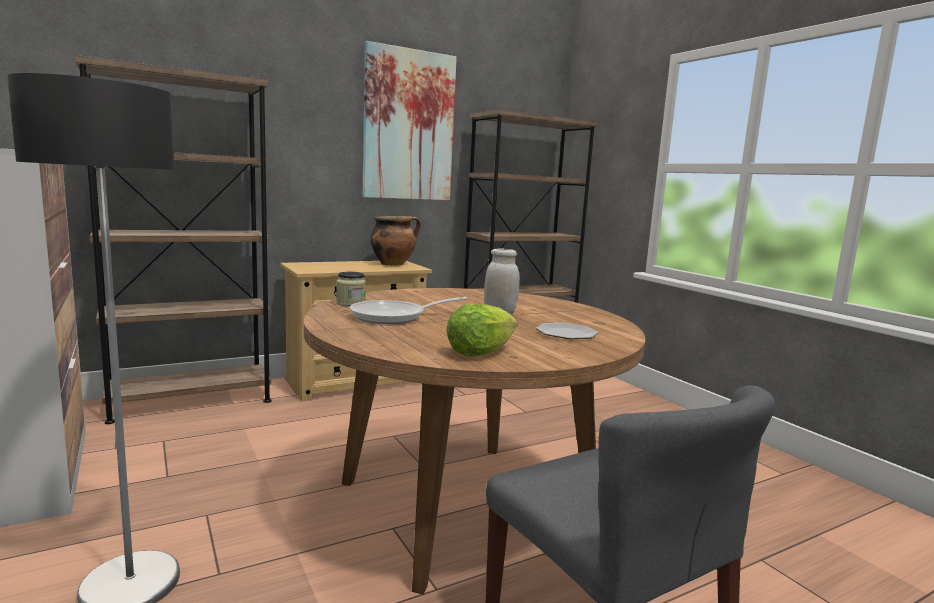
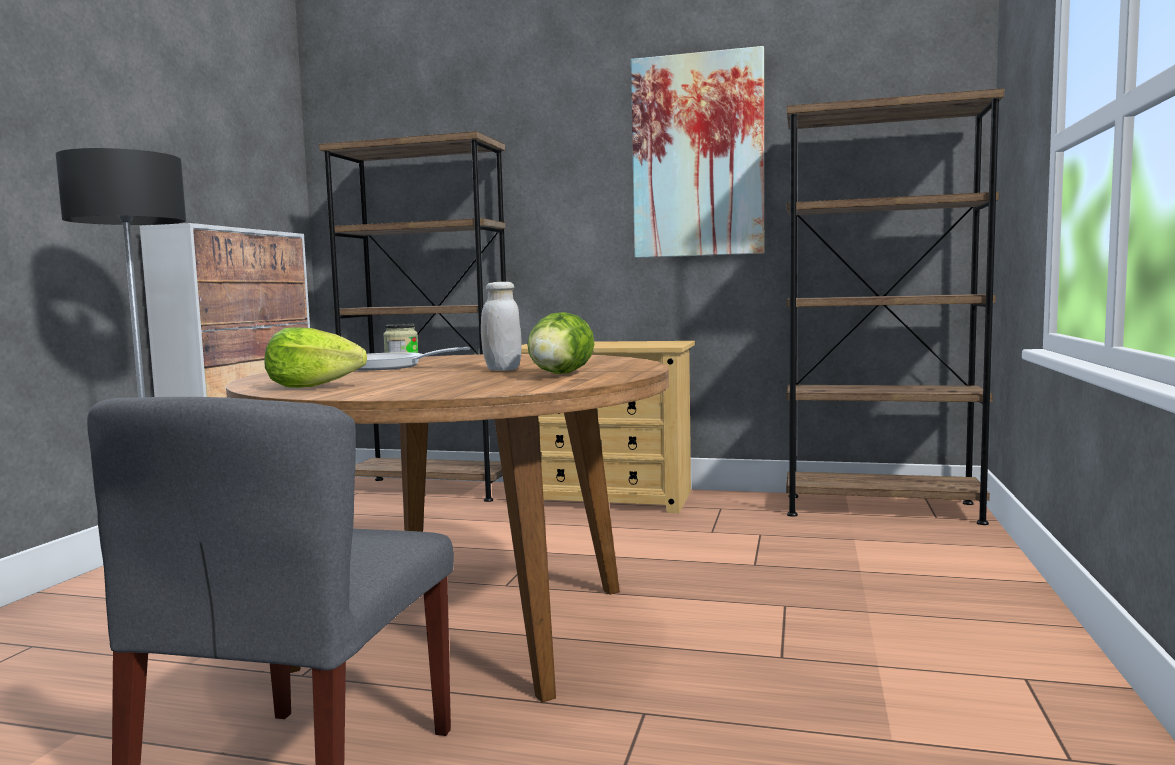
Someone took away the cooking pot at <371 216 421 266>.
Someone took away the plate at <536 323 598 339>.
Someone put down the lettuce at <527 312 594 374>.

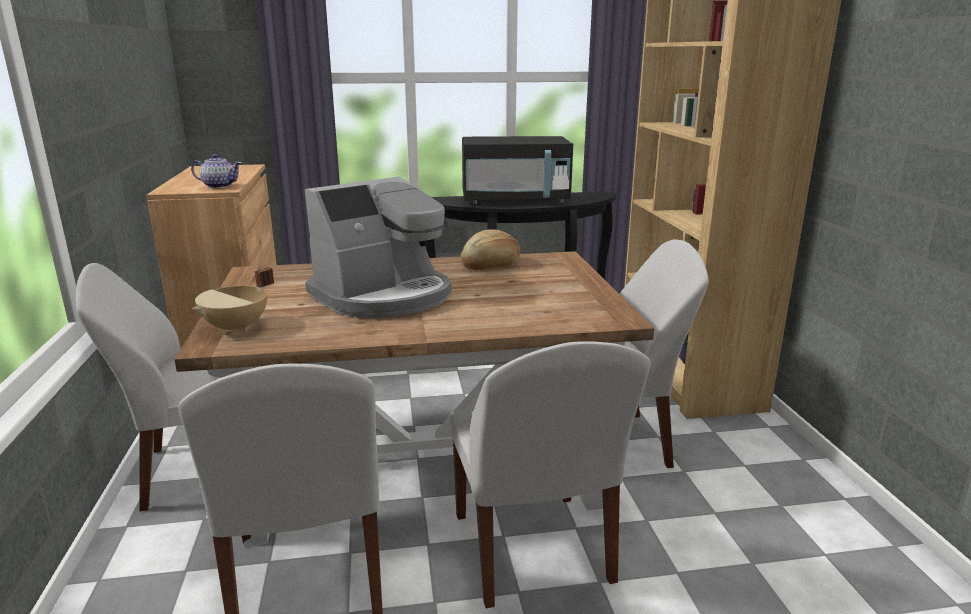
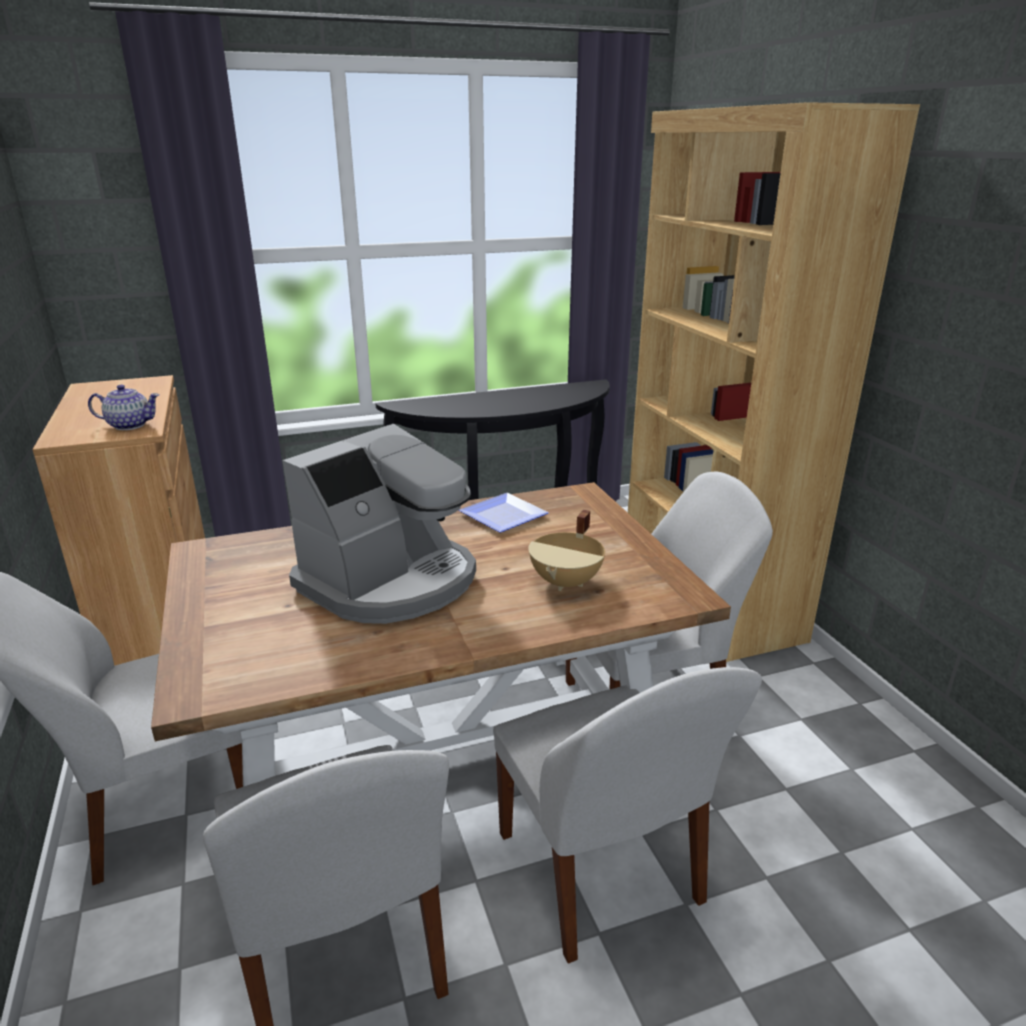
Someone took away the microwave (black) at <462 136 573 204>.
Someone carried the cooking pot (beige) from <192 267 274 333> to <528 510 605 591>.
Someone swapped the bread at <460 229 520 270> for the plate at <459 493 549 533>.

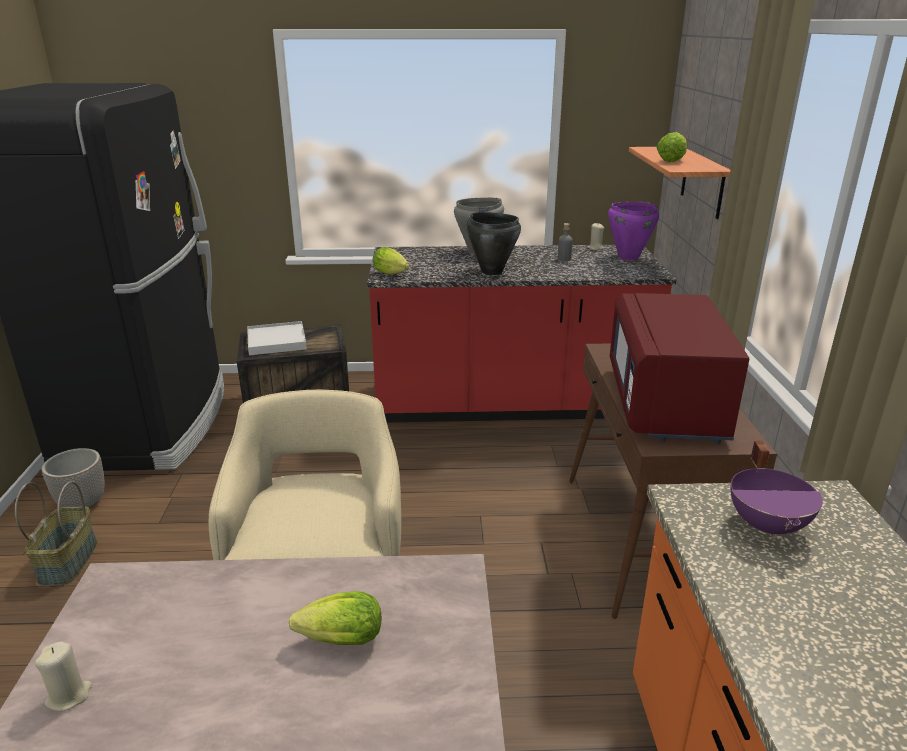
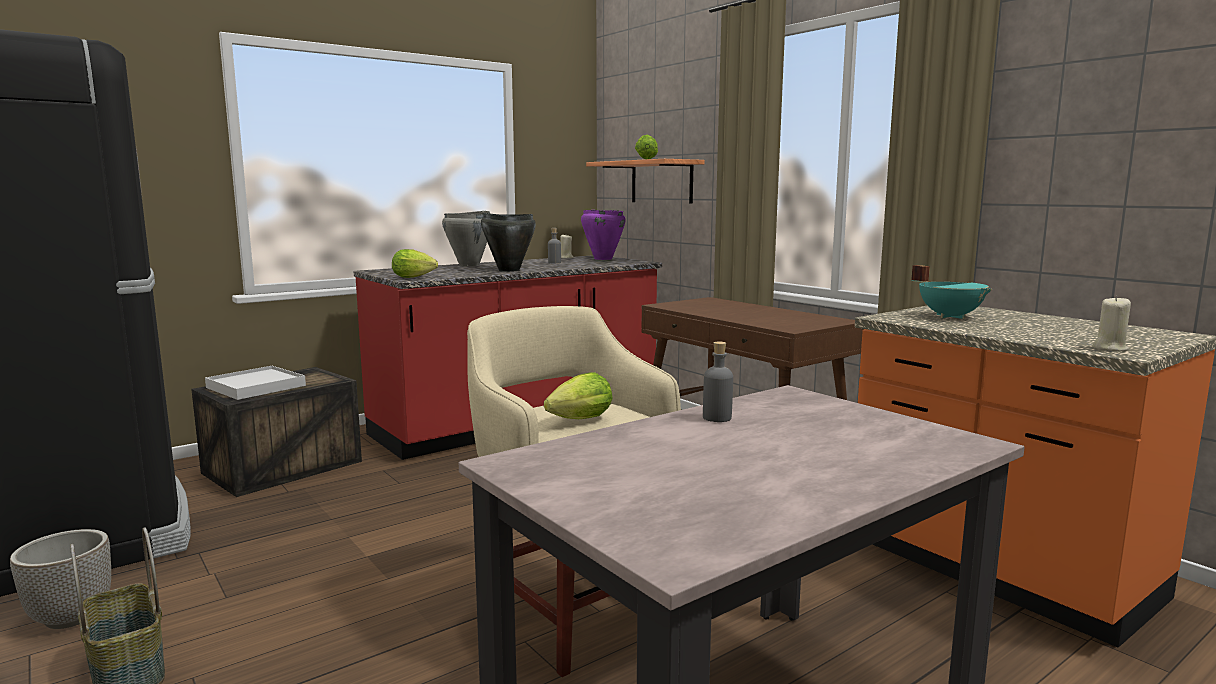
Someone took away the microwave (red) at <610 293 749 444>.
Someone put down the bottle (grey) at <703 342 733 422>.
Someone carried the candle (beige) from <35 642 92 711> to <1092 296 1131 351>.
Someone carried the lettuce from <289 591 381 645> to <544 372 613 419>.
Someone repainted the cooking pot (purple) at <731 441 823 538>, which became the cooking pot (turquoise) at <911 265 992 319>.

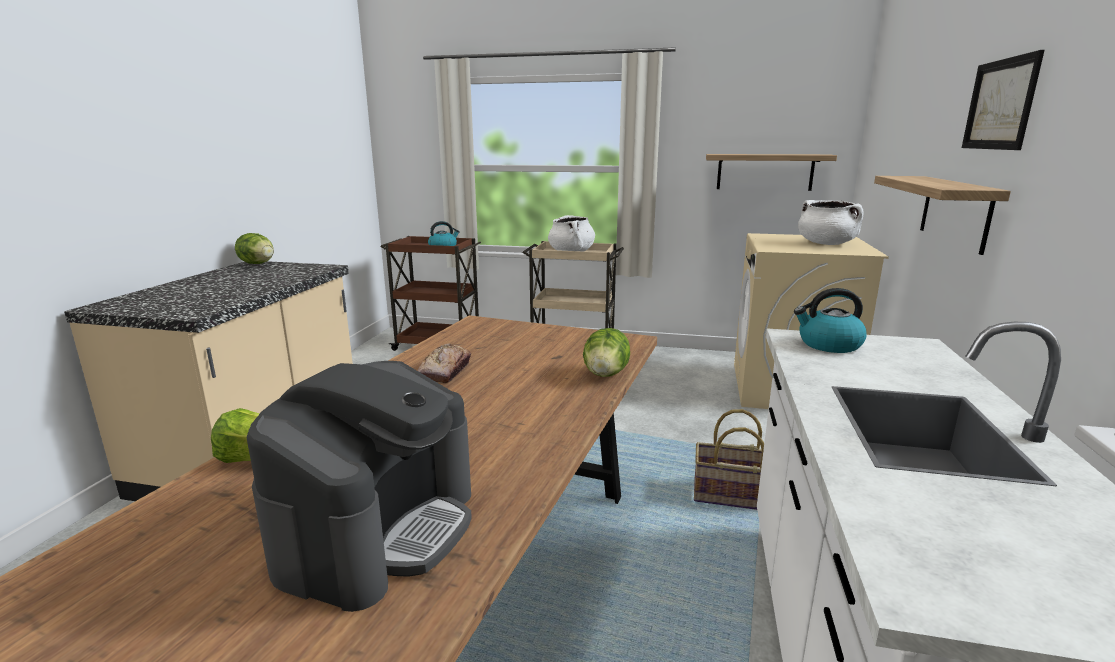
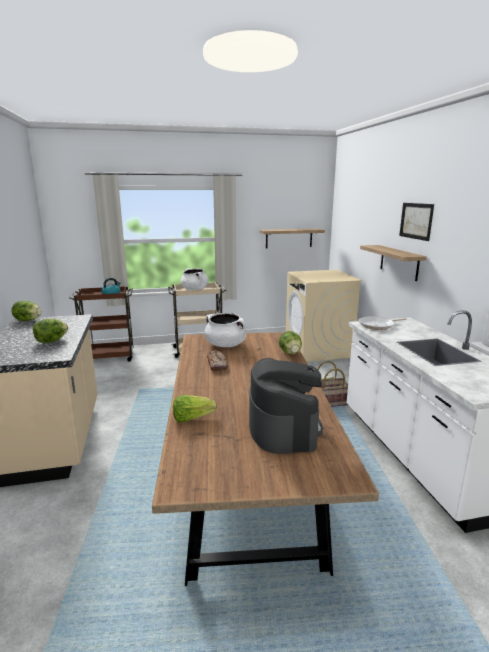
Someone put down the lettuce at <33 319 68 343>.
Someone carried the cooking pot (white) from <798 200 863 245> to <204 313 246 347>.
Someone swapped the kettle at <794 288 867 353> for the frying pan at <358 316 407 330>.

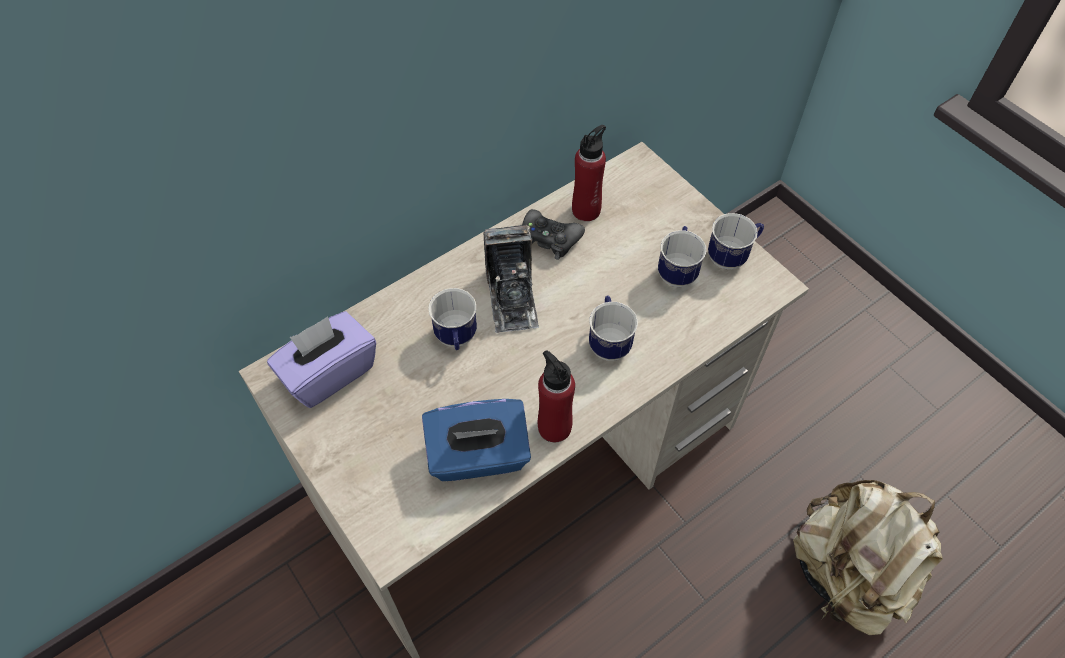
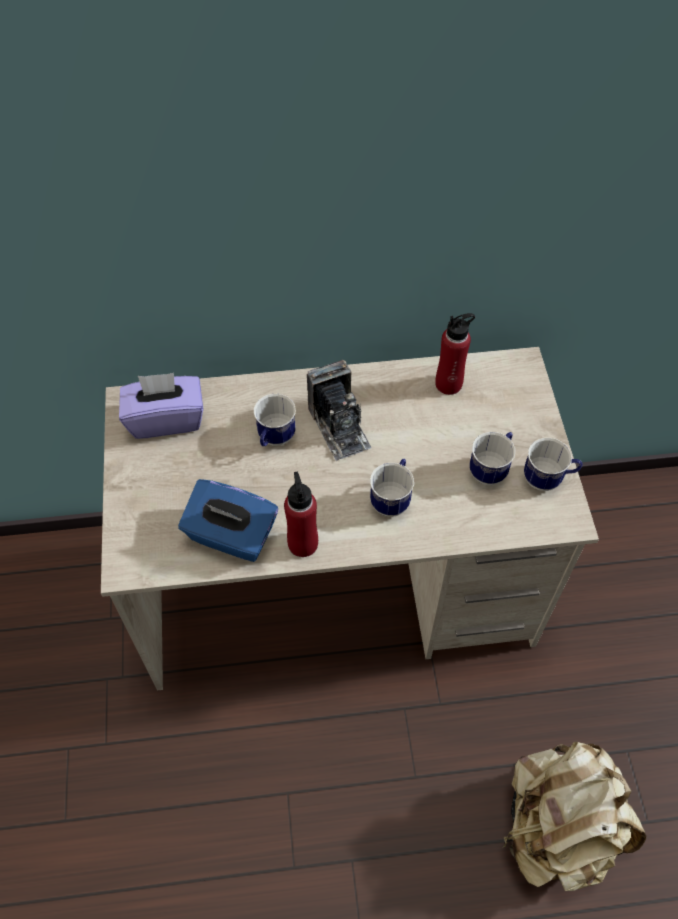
Someone took away the game controller (black) at <522 209 585 260>.
Someone rotated the photo camera at <483 225 539 334> by 45 degrees counterclockwise.

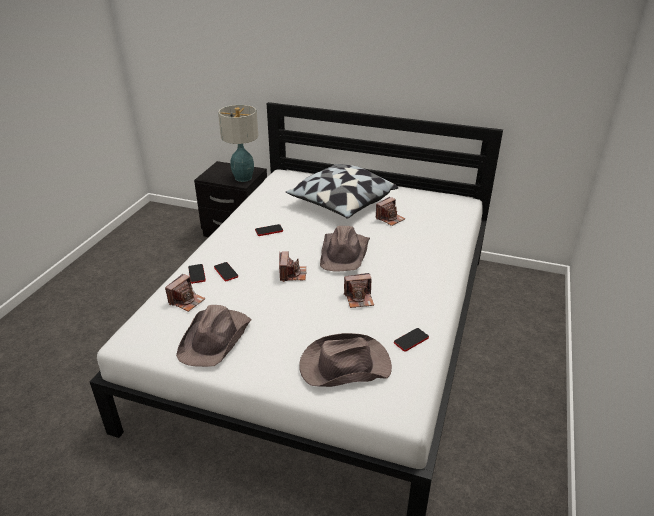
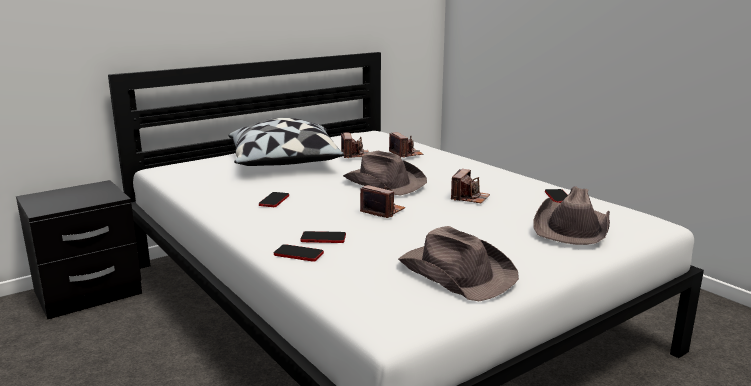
Someone took away the table lamp at <218 105 258 182>.
Someone carried the photo camera from <165 274 206 312> to <389 132 423 158>.

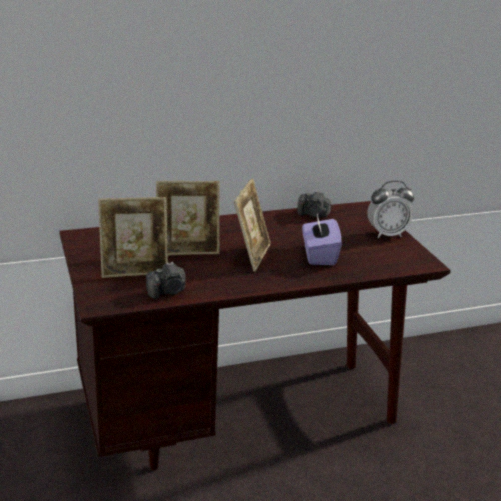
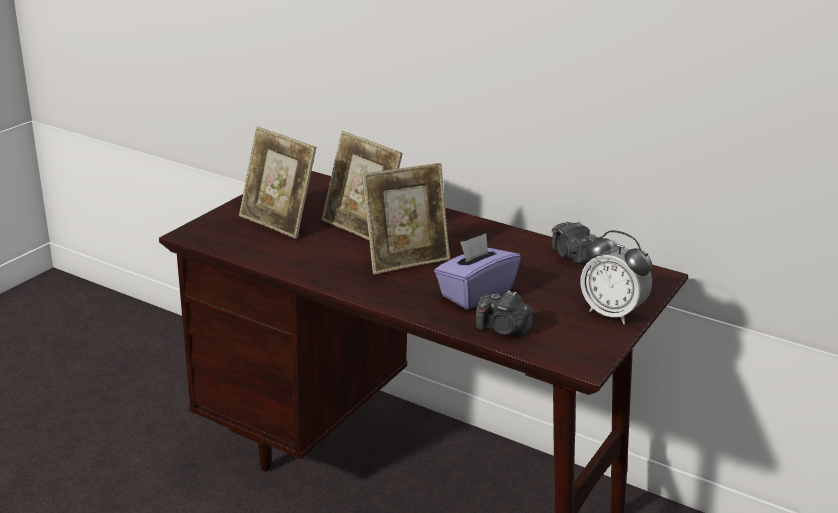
Someone carried the photo camera from <146 262 186 299> to <476 290 533 336>.

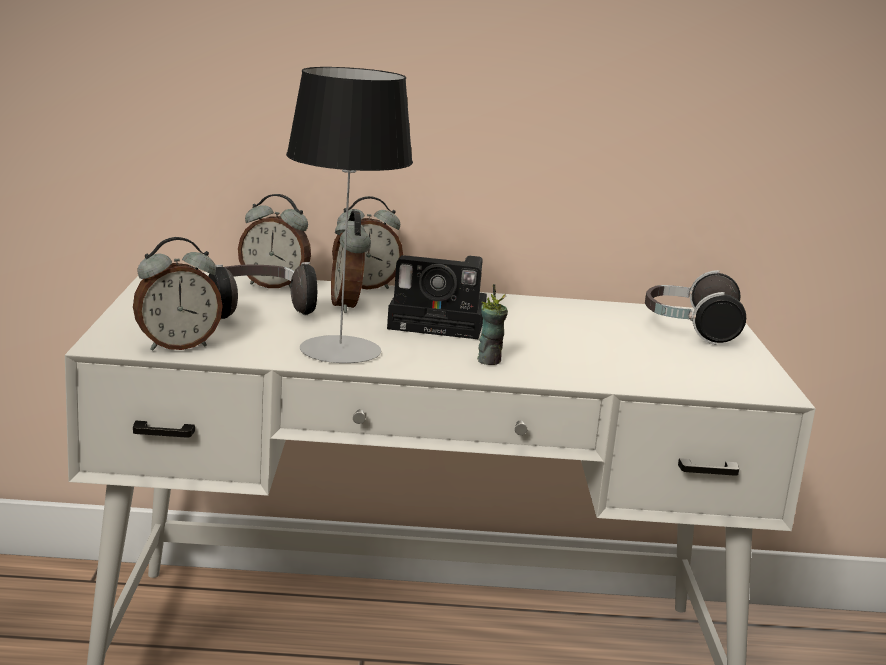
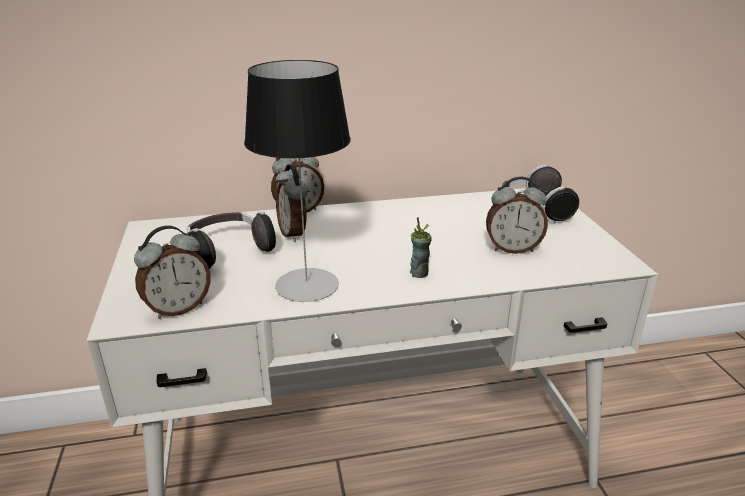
Someone took away the photo camera at <387 255 487 339>.
Someone carried the alarm clock from <238 194 311 288> to <486 176 548 254>.

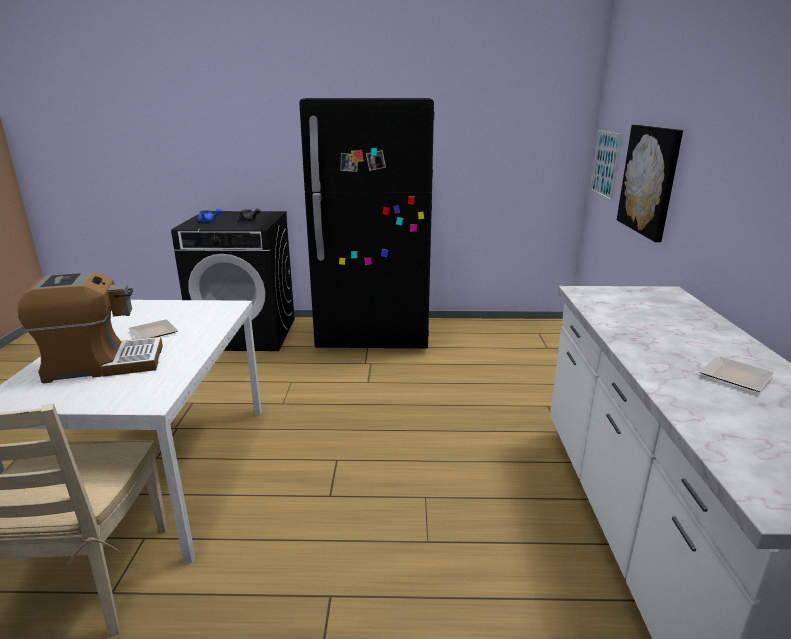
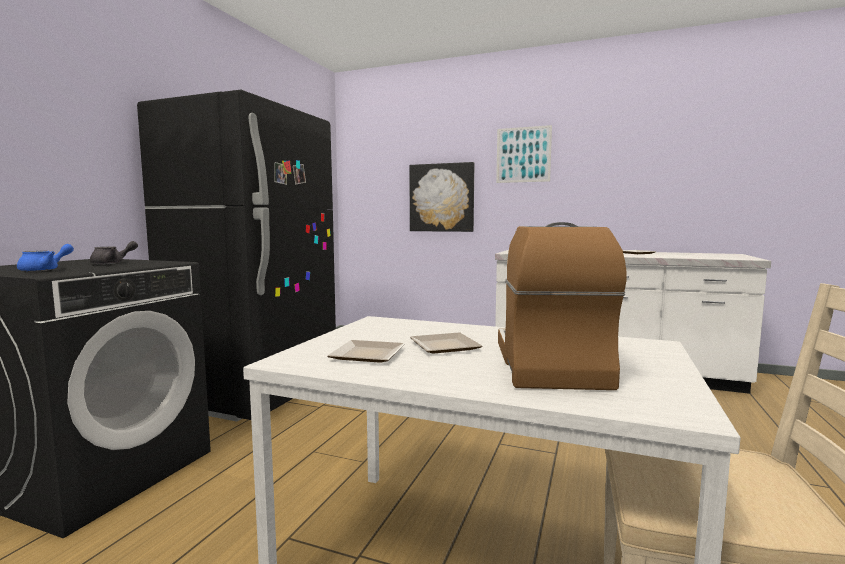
Someone put down the plate at <328 340 404 363>.
Someone carried the picture from <590 130 622 202> to <496 125 552 183>.

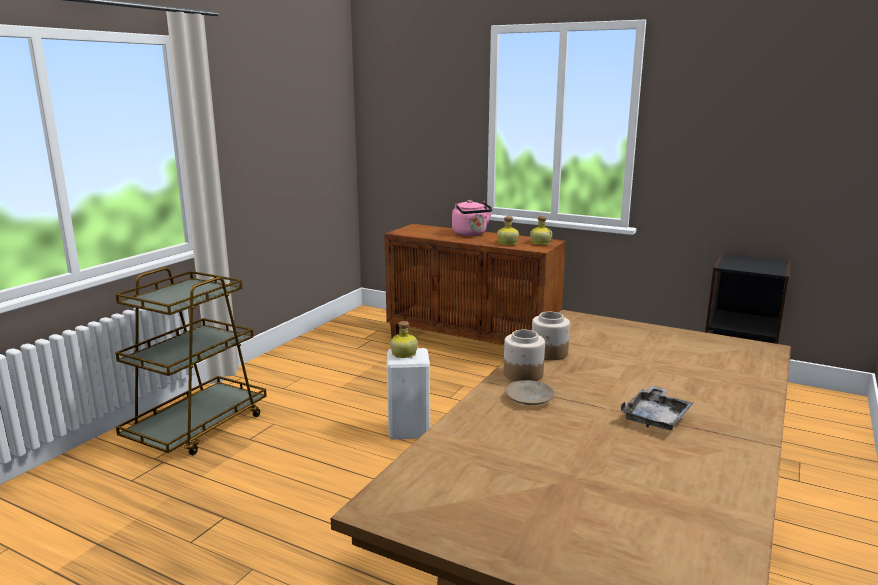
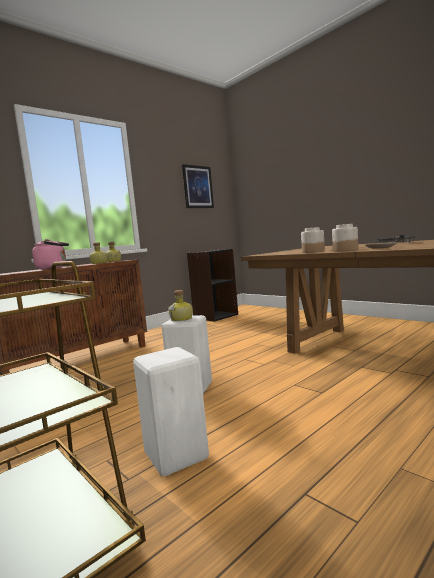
Someone put down the stool (white) at <133 347 209 476>.
Someone put up the picture at <182 164 214 208>.

